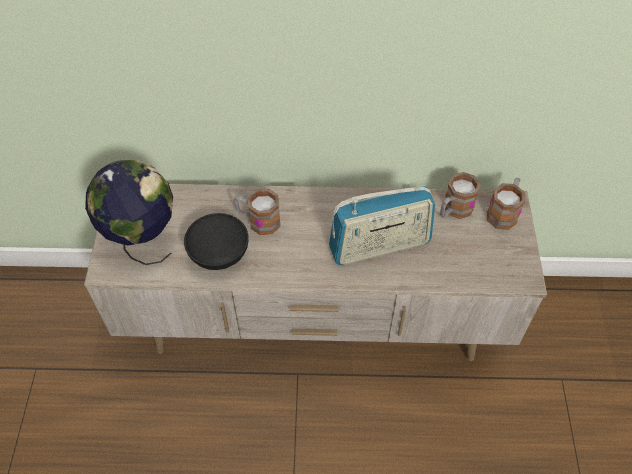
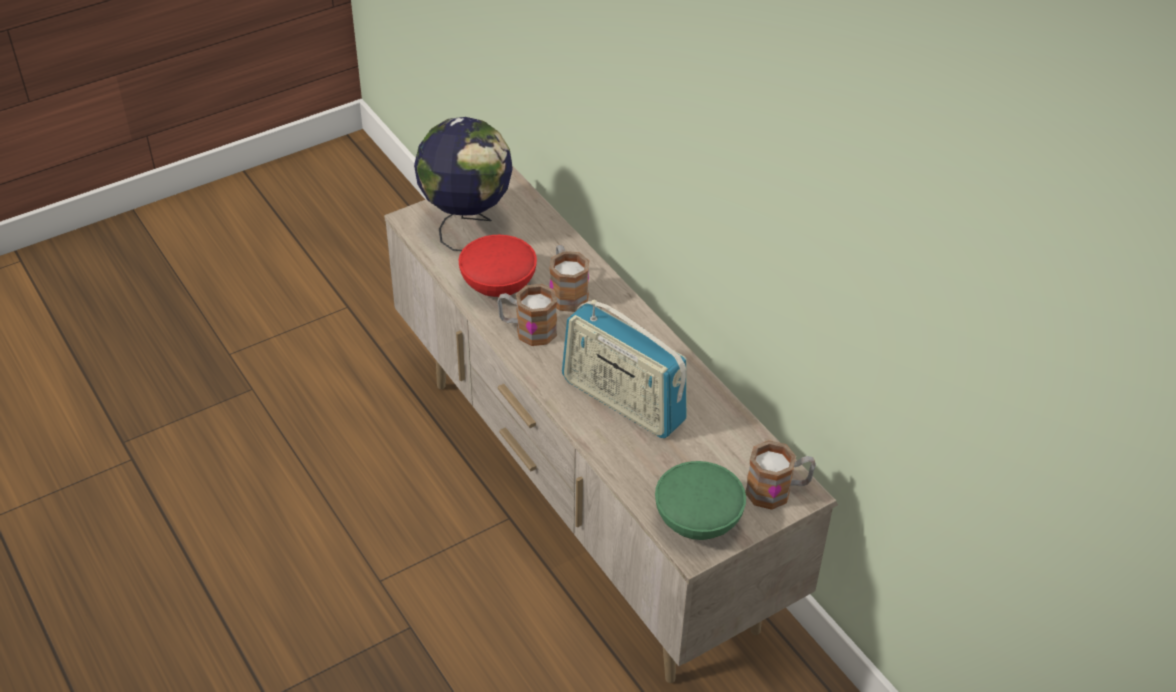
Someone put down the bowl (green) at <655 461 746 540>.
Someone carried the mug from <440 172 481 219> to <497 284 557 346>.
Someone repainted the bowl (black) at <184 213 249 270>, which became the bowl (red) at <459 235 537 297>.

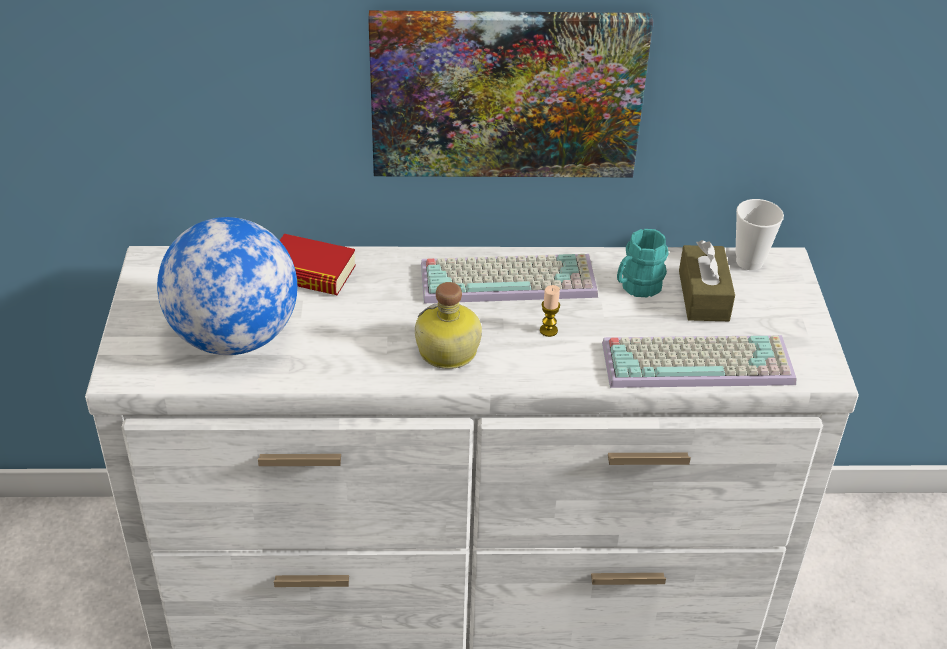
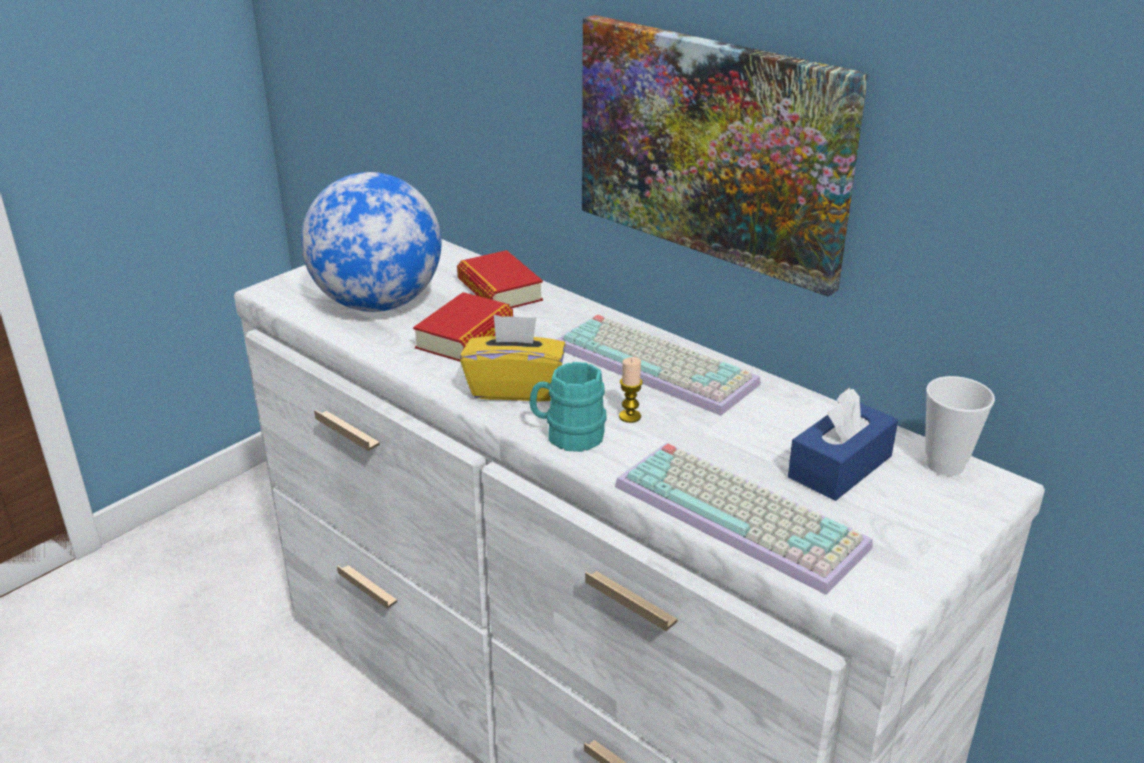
Someone put down the book at <413 292 513 362>.
Someone carried the mug (turquoise) from <617 229 669 297> to <529 362 607 452>.
Someone swapped the bottle at <415 282 482 369> for the tissue box (yellow) at <460 315 566 402>.
Someone repainted the tissue box (brown) at <679 240 735 321>, which became the tissue box (blue) at <788 388 898 501>.

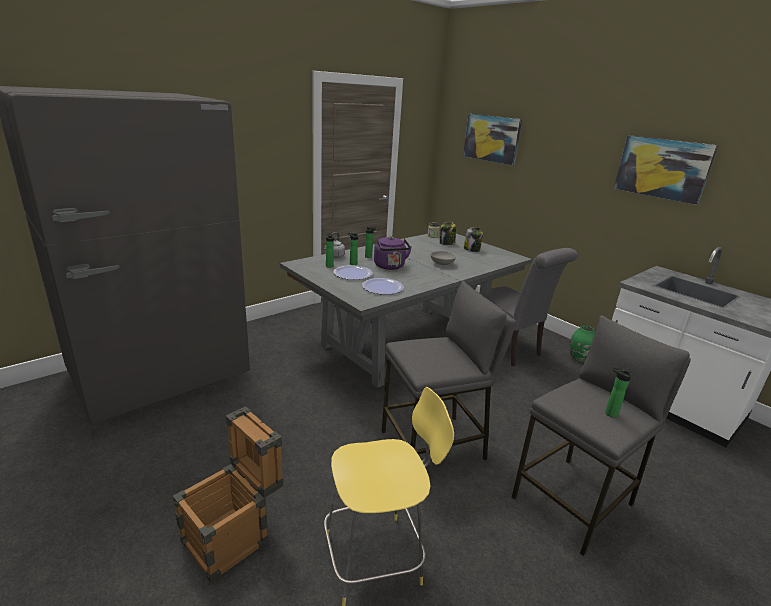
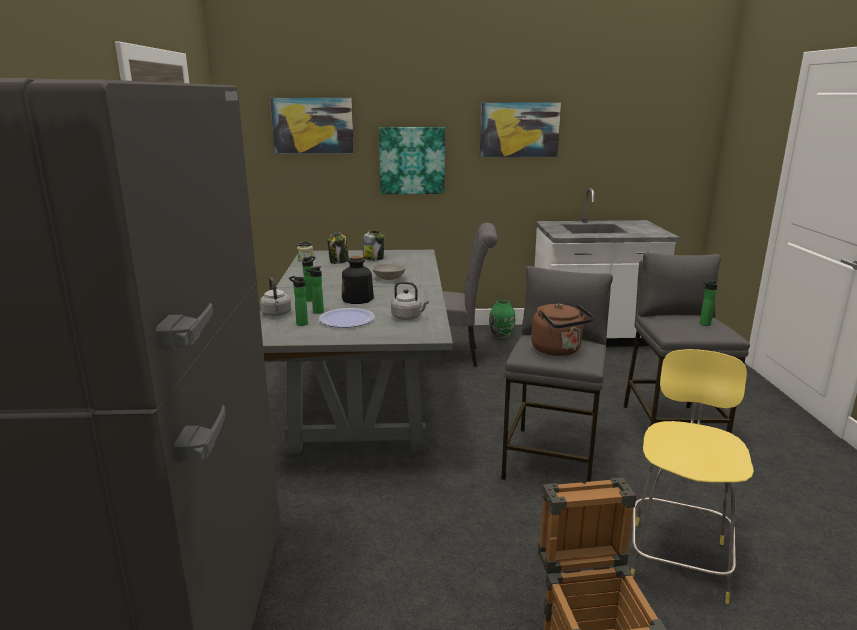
Someone put up the picture at <379 127 445 194>.
Someone put down the kettle (brown) at <531 303 594 356>.
Someone swapped the plate at <362 278 404 295> for the kettle (grey) at <391 281 429 320>.
Someone swapped the kettle (purple) at <374 236 412 270> for the bottle at <342 256 374 304>.

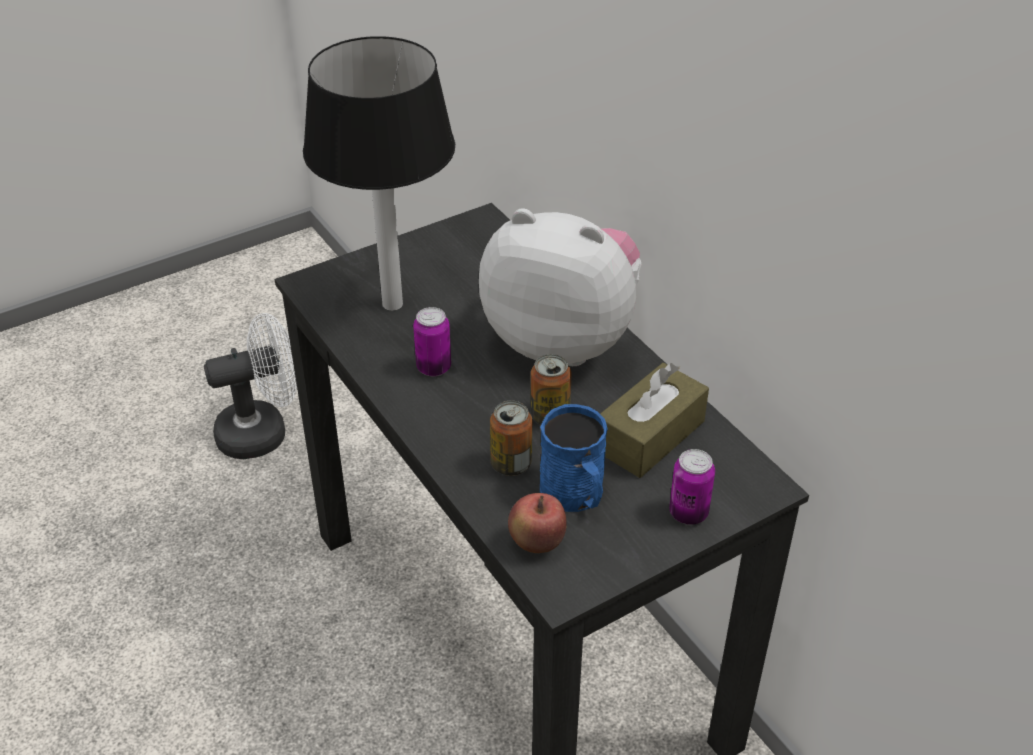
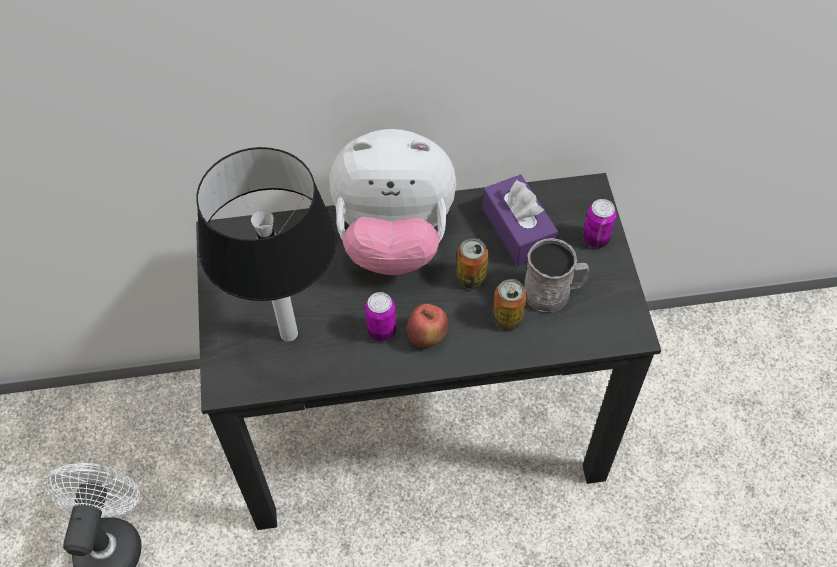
Someone carried the apple from <508 493 566 553> to <407 304 448 347>.
Someone repainted the mug (blue) at <540 404 608 512>, which became the mug (grey) at <524 238 589 312>.
Someone repainted the tissue box (brown) at <600 363 709 478>, which became the tissue box (purple) at <482 175 558 266>.
Someone rotated the plush toy at <479 208 642 366> by 135 degrees counterclockwise.

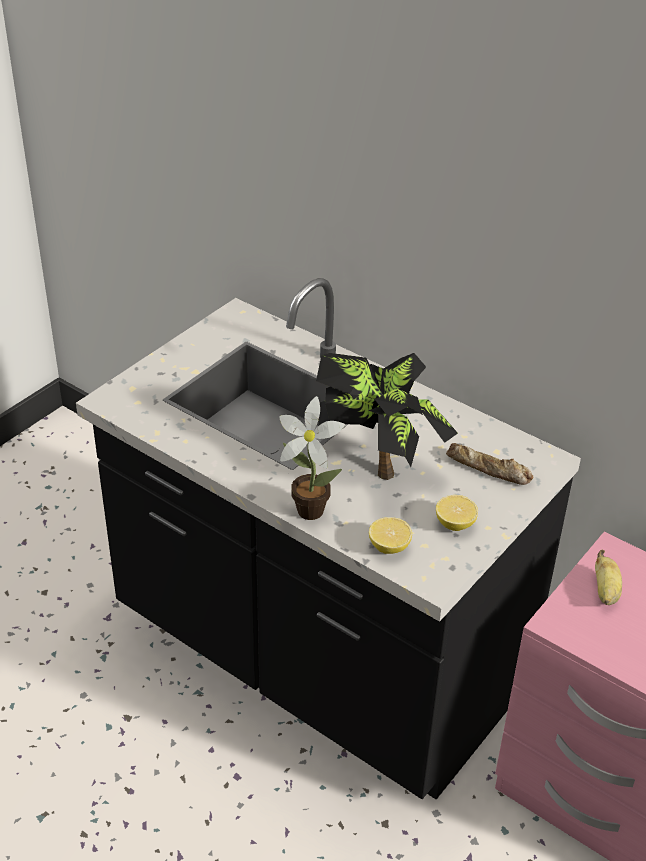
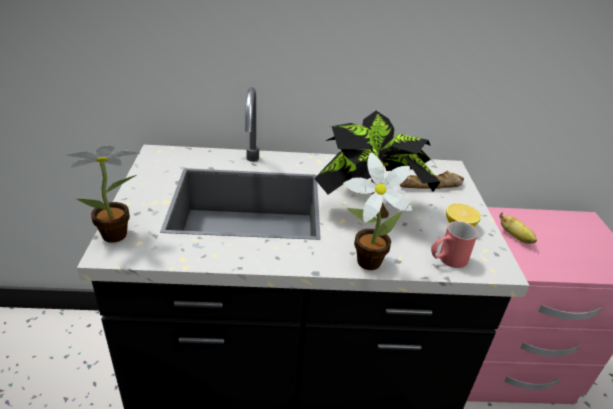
Someone put down the potted plant at <67 146 140 243>.
Someone swapped the lemon at <369 517 412 554> for the mug (red) at <431 221 478 268>.

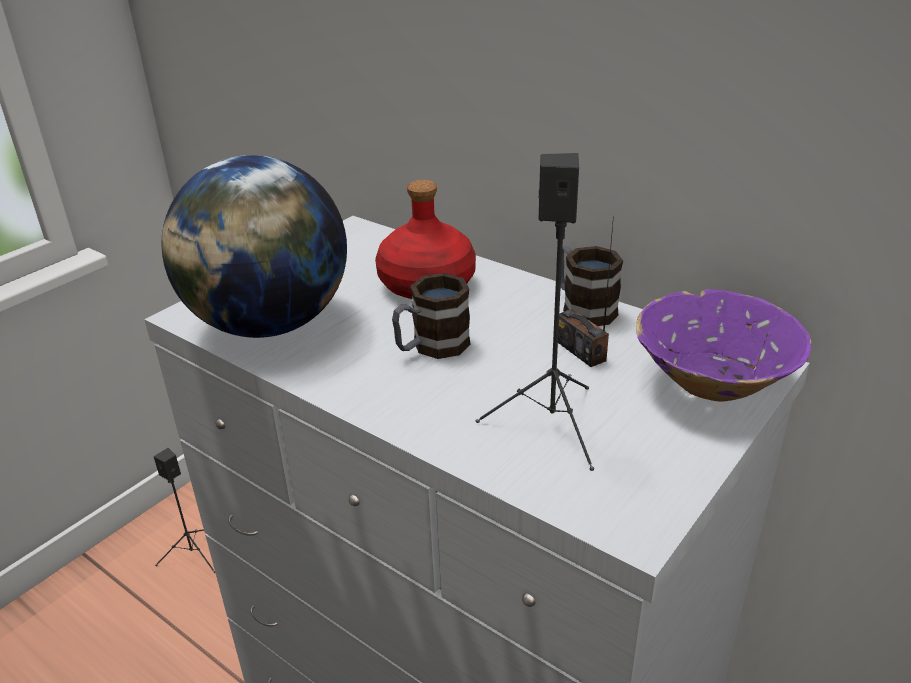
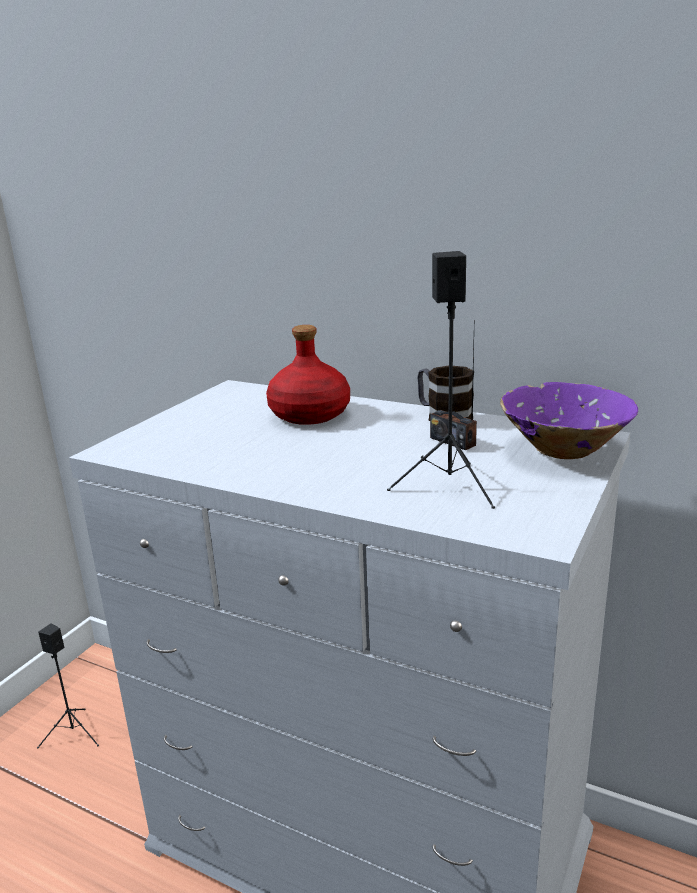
Someone took away the globe at <162 155 347 338>.
Someone took away the mug at <392 273 471 359>.

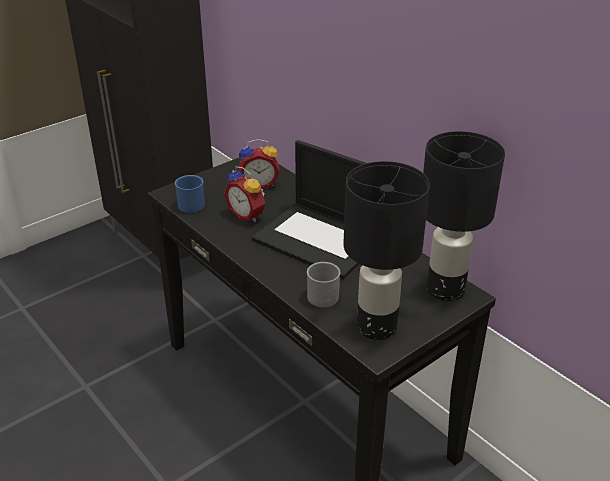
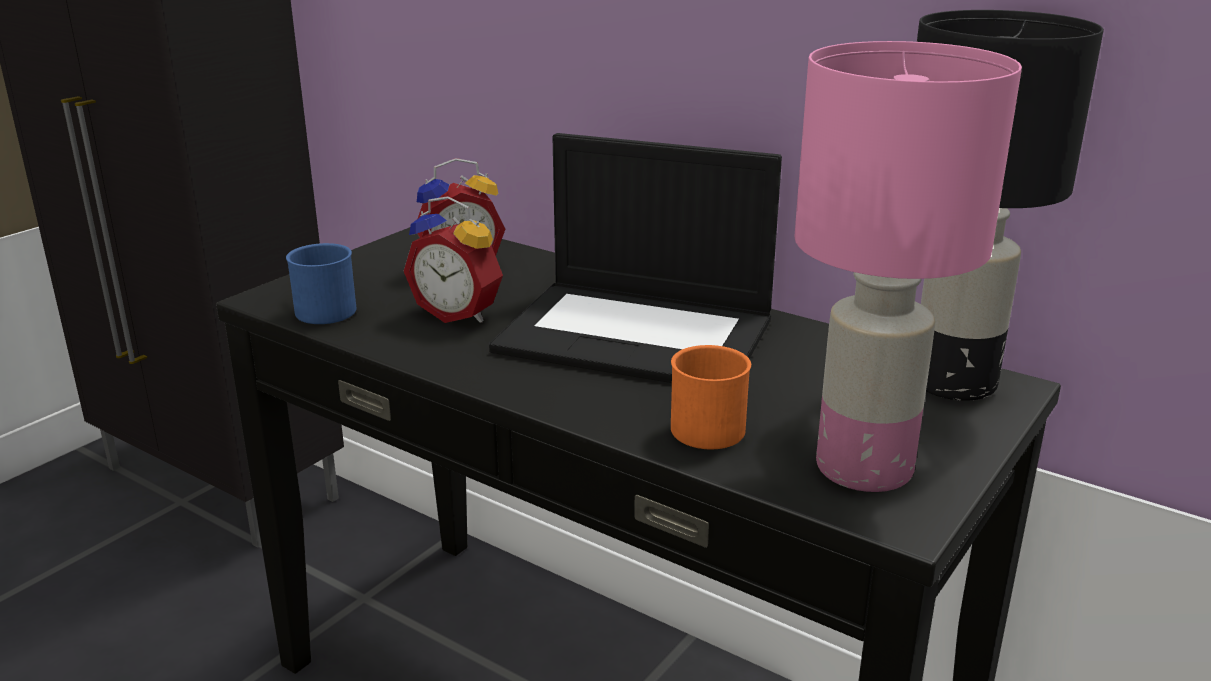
Someone repainted the mug (grey) at <307 262 341 307>, which became the mug (orange) at <671 345 751 449>.
Someone repainted the table lamp (black) at <344 161 430 340>, which became the table lamp (pink) at <794 41 1022 492>.

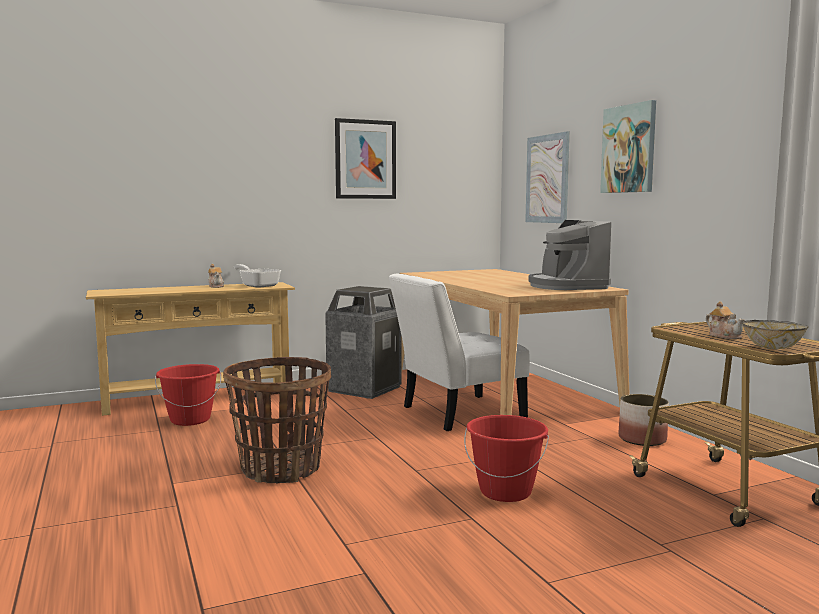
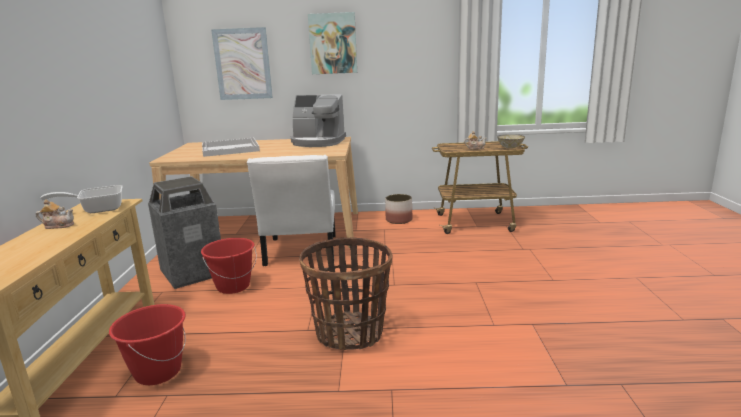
Someone took away the picture at <335 118 396 199>.
Someone put down the tray (white) at <202 138 260 157>.
Someone carried the bucket (red) from <464 415 549 502> to <201 238 257 294>.

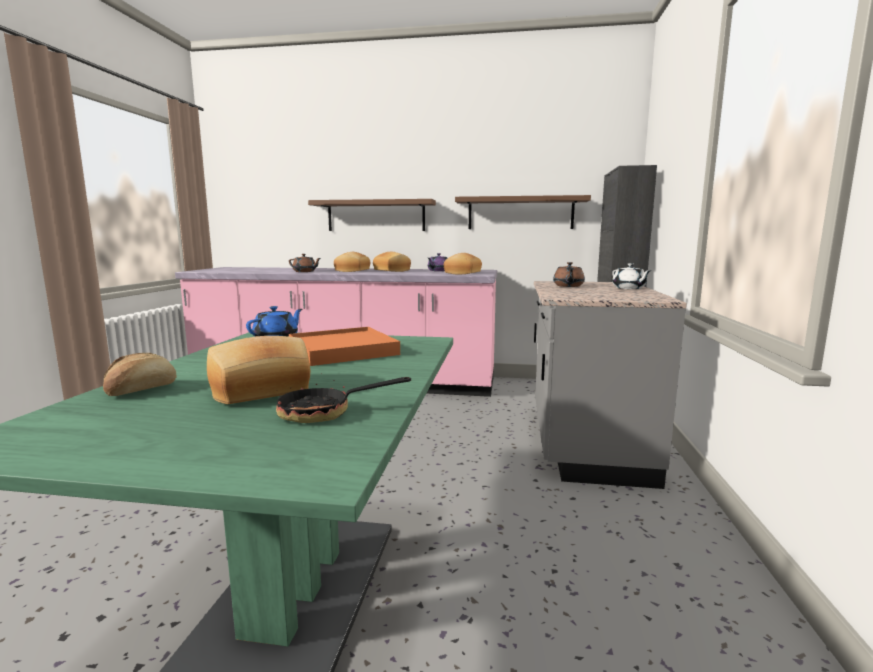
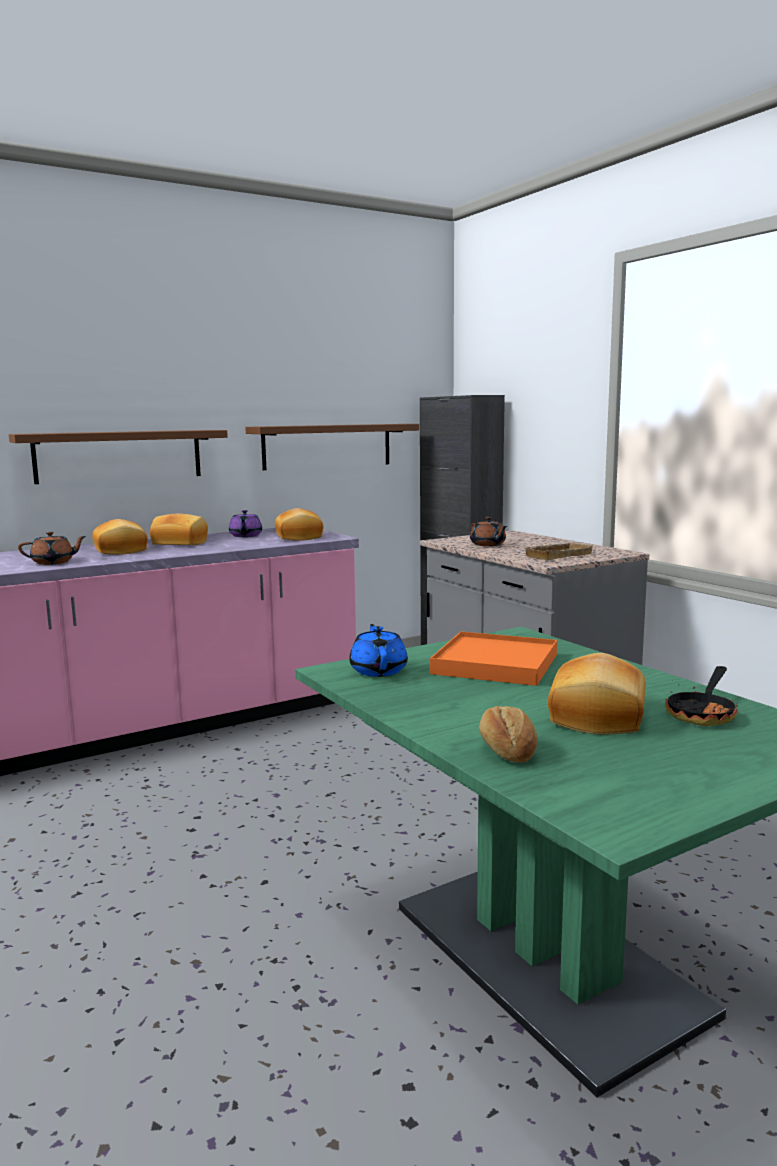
Someone took away the teapot (white) at <612 263 650 289>.
Someone put down the tray (beige) at <523 543 595 560>.

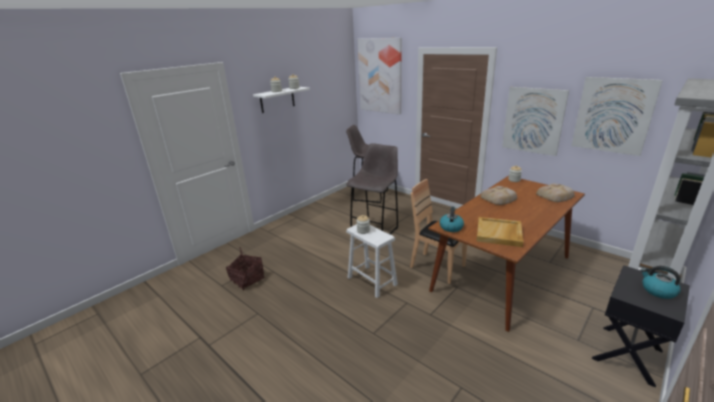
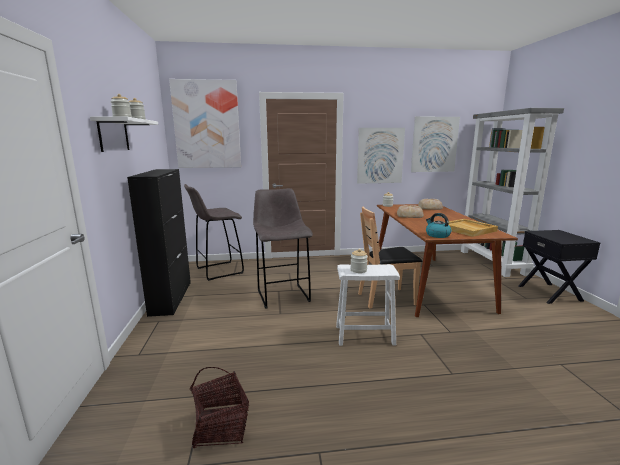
Someone took away the kettle at <641 266 681 299>.
Someone put down the cabinet (black) at <127 169 191 317>.

